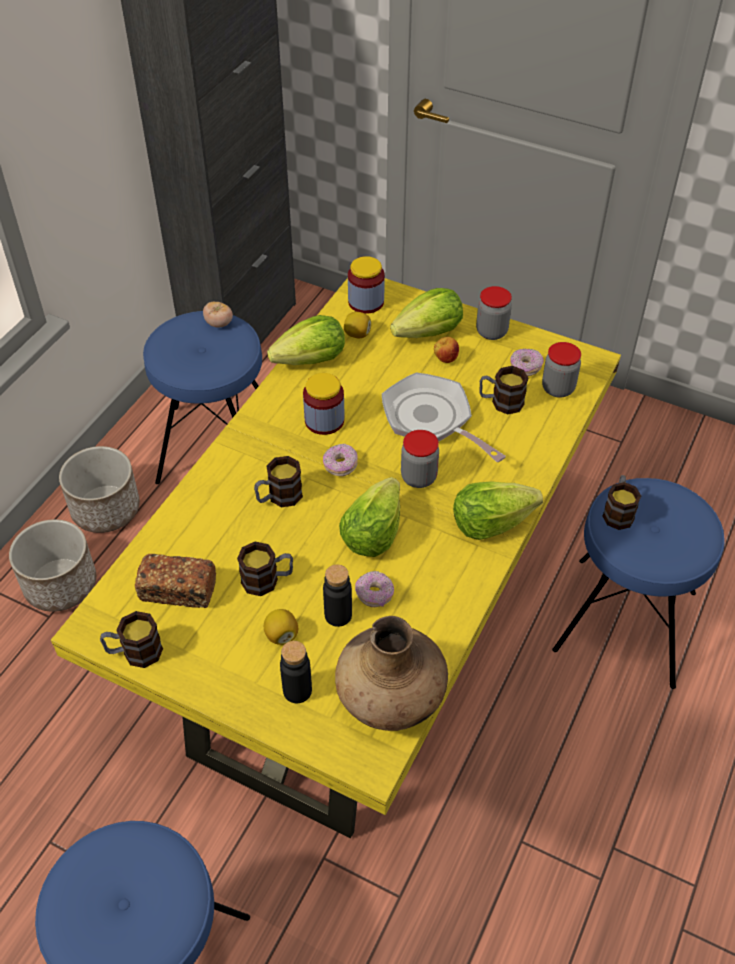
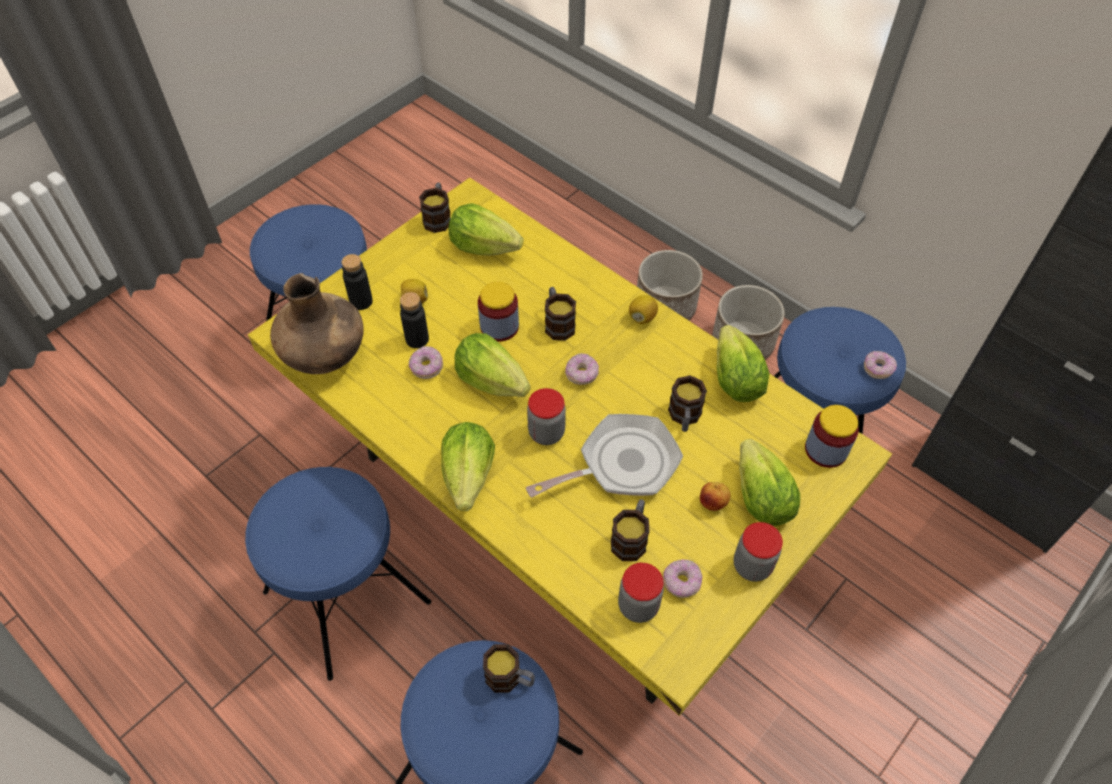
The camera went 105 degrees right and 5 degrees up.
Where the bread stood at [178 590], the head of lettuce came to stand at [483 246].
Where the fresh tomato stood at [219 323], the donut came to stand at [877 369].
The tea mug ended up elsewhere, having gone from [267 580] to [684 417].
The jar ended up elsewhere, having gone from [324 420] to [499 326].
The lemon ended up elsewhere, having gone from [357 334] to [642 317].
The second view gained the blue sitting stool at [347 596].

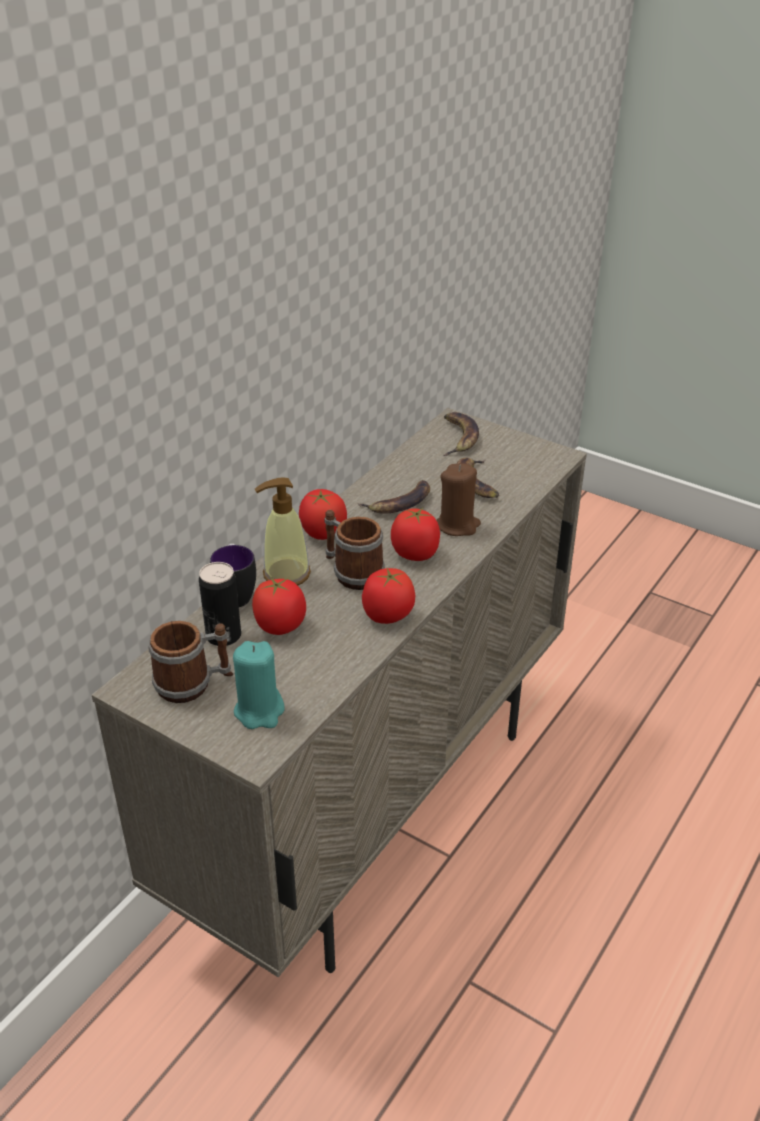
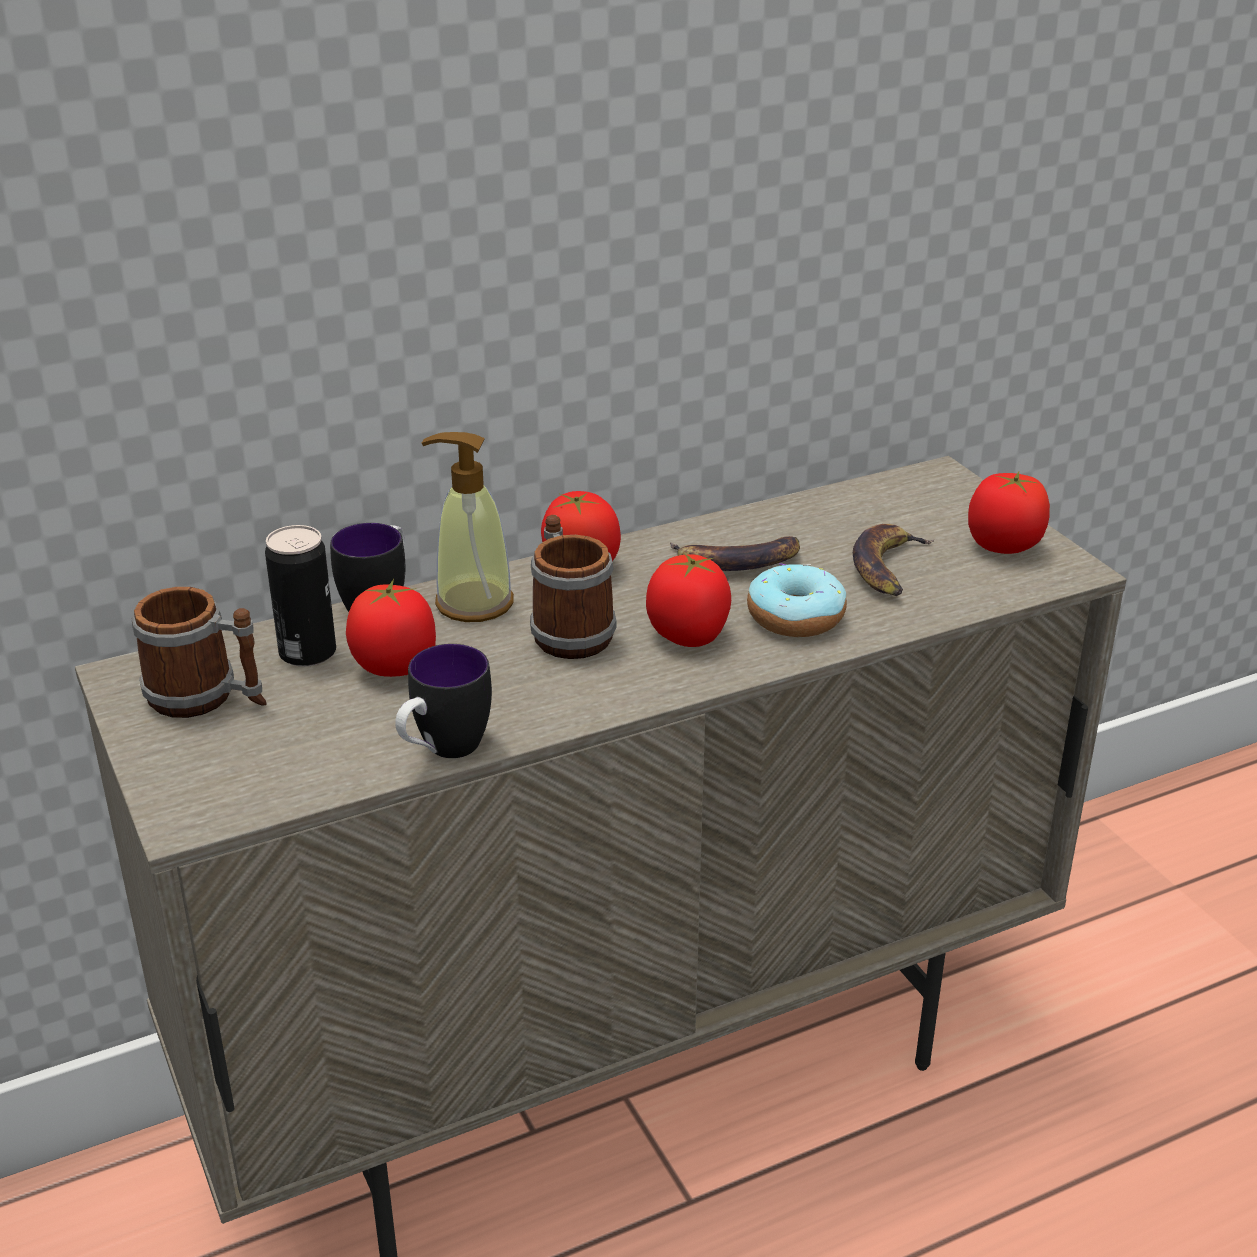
The camera went 30 degrees right and 5 degrees down.
The second view lost the turquoise-coloured wax candle at [259 711].
The fresh tomato ended up elsewhere, having gone from [387 615] to [1003 546].
Where the brown wax candle stood at [457 525], the donut came to stand at [795 617].
The second view lost the banana at [458 437].
The second view gained the tea mug at [443 751].

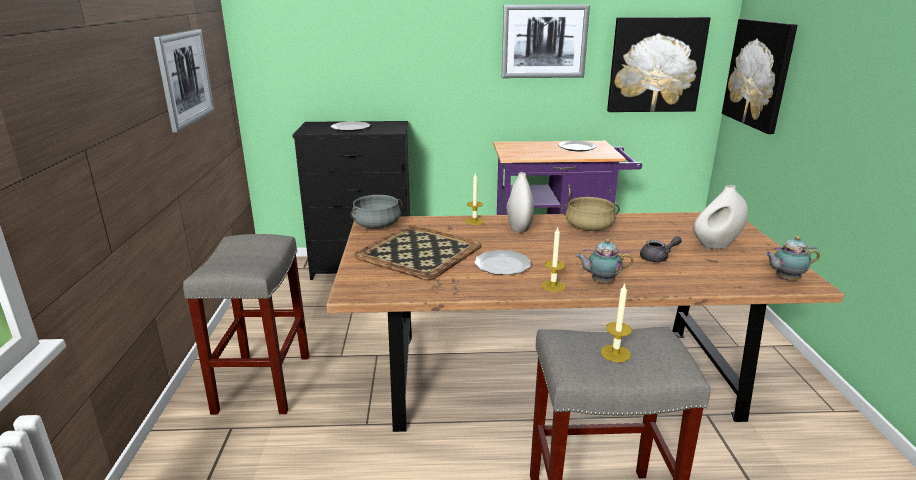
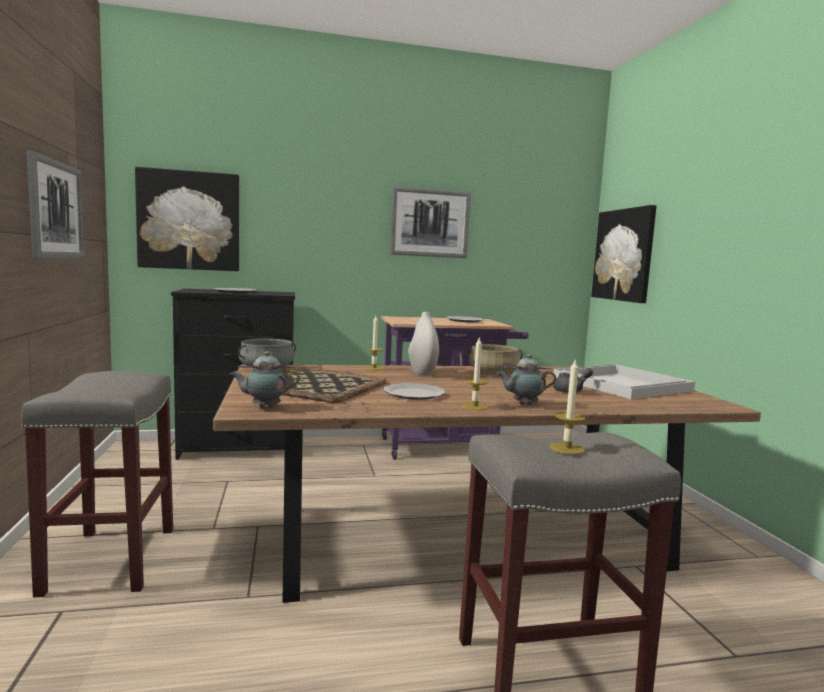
The camera went 10 degrees left and 15 degrees down.
The wall picture ended up elsewhere, having gone from [656 65] to [189 221].
Where the whitish decorative vase stood at [716 245], the whitish tray came to stand at [621 384].
The pot for tea ended up elsewhere, having gone from [785 279] to [264 407].

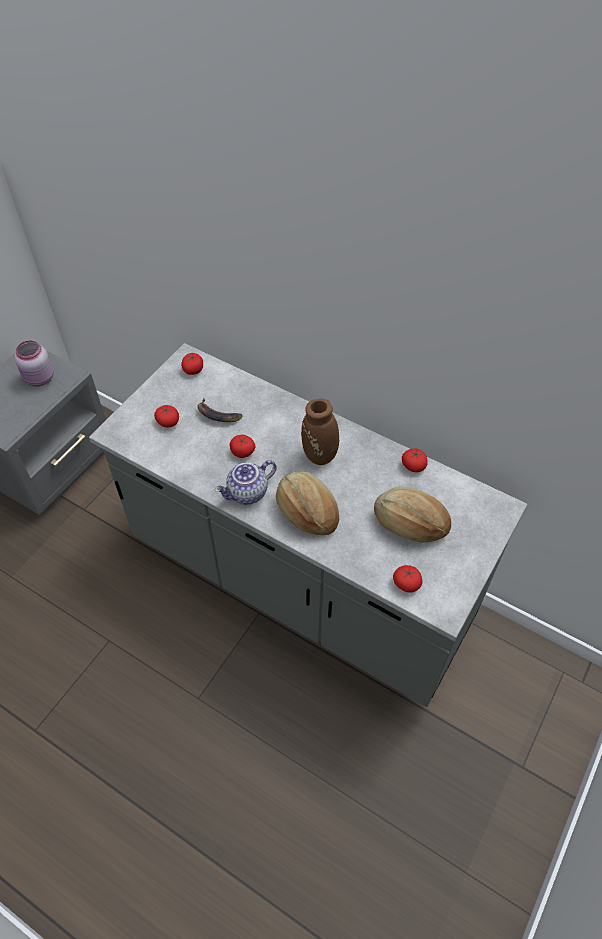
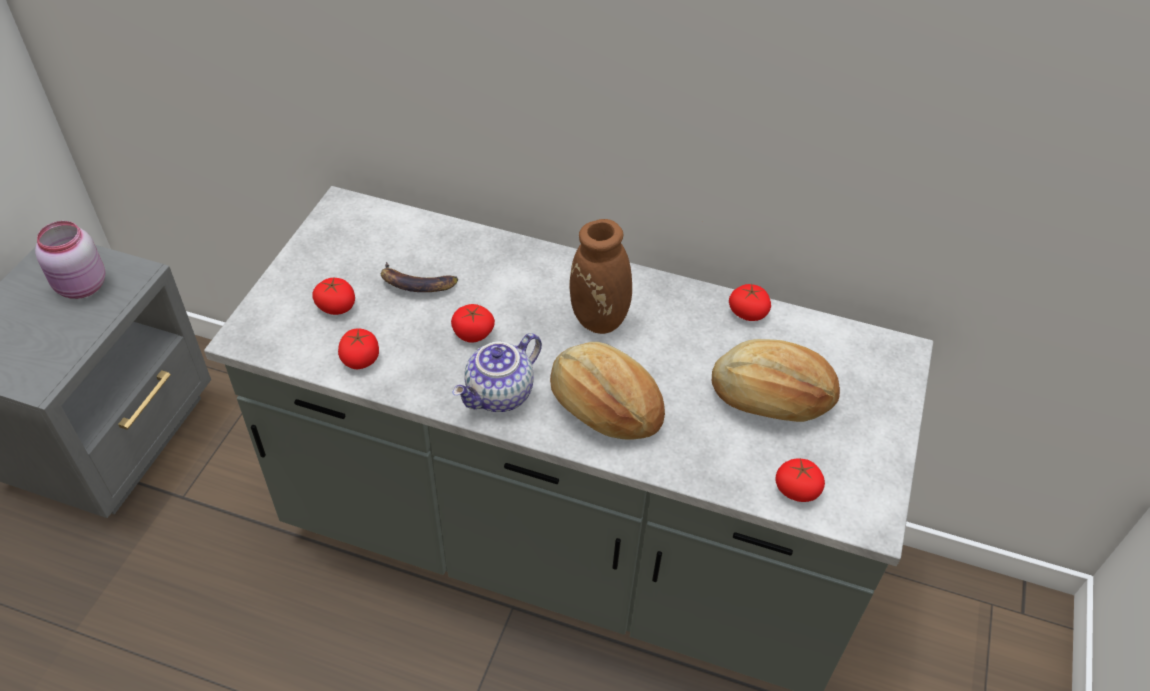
The camera went 15 degrees left and 5 degrees down.
The fresh tomato ended up elsewhere, having gone from [193 369] to [360 358].

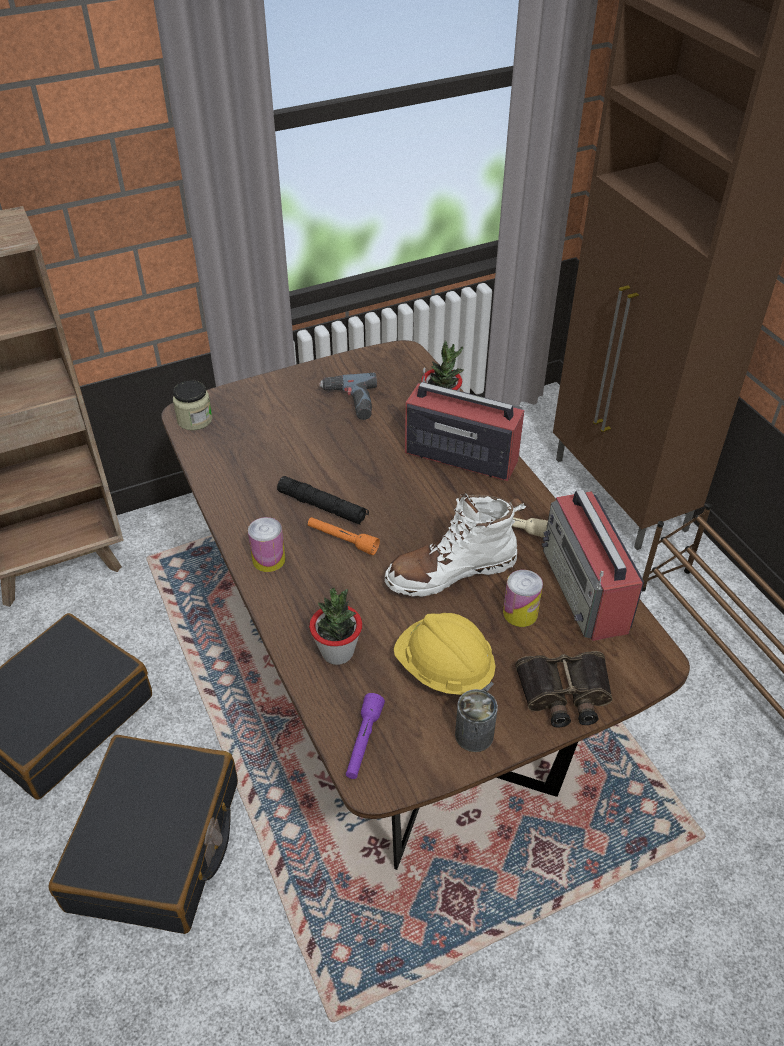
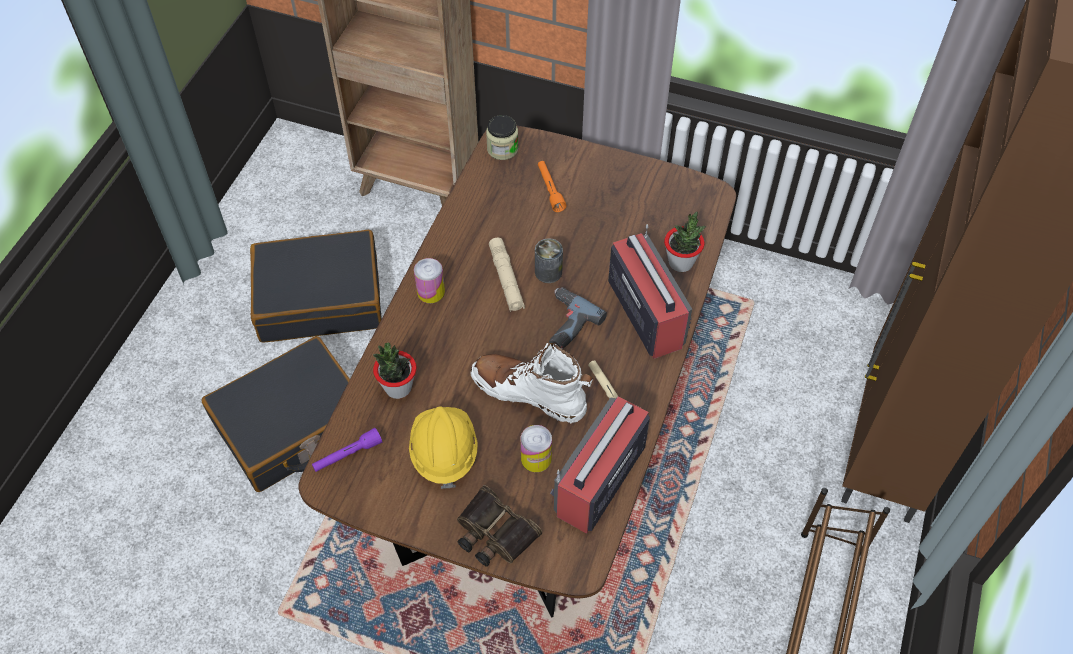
The camera went 45 degrees right and 10 degrees up.
What was the black-coloured torch at [322 506] turned into the sand-coloured torch at [506 279].
The orangey torch ended up elsewhere, having gone from [342 540] to [550 189].
The drill ended up elsewhere, having gone from [350 402] to [564 323].
The sealed can ended up elsewhere, having gone from [474 735] to [548 272].

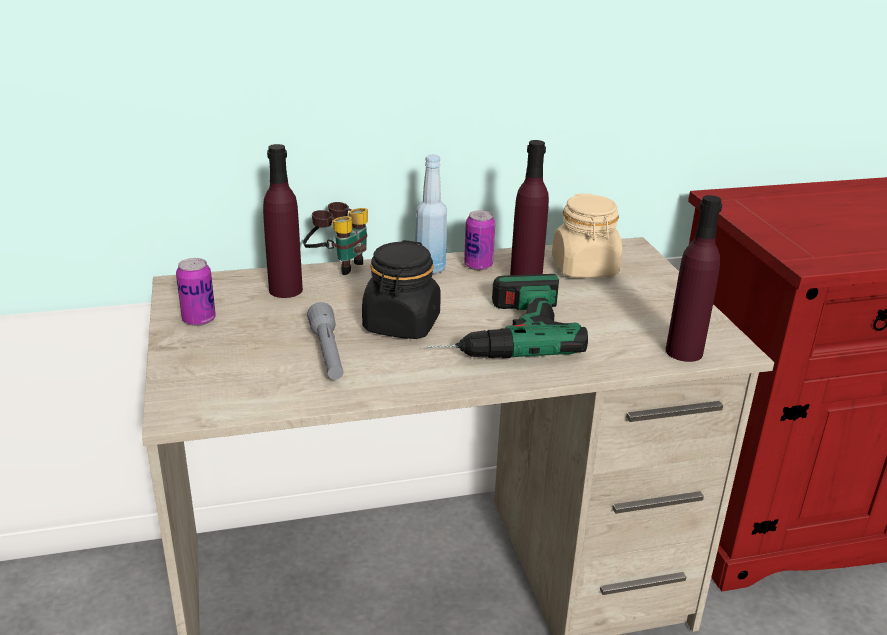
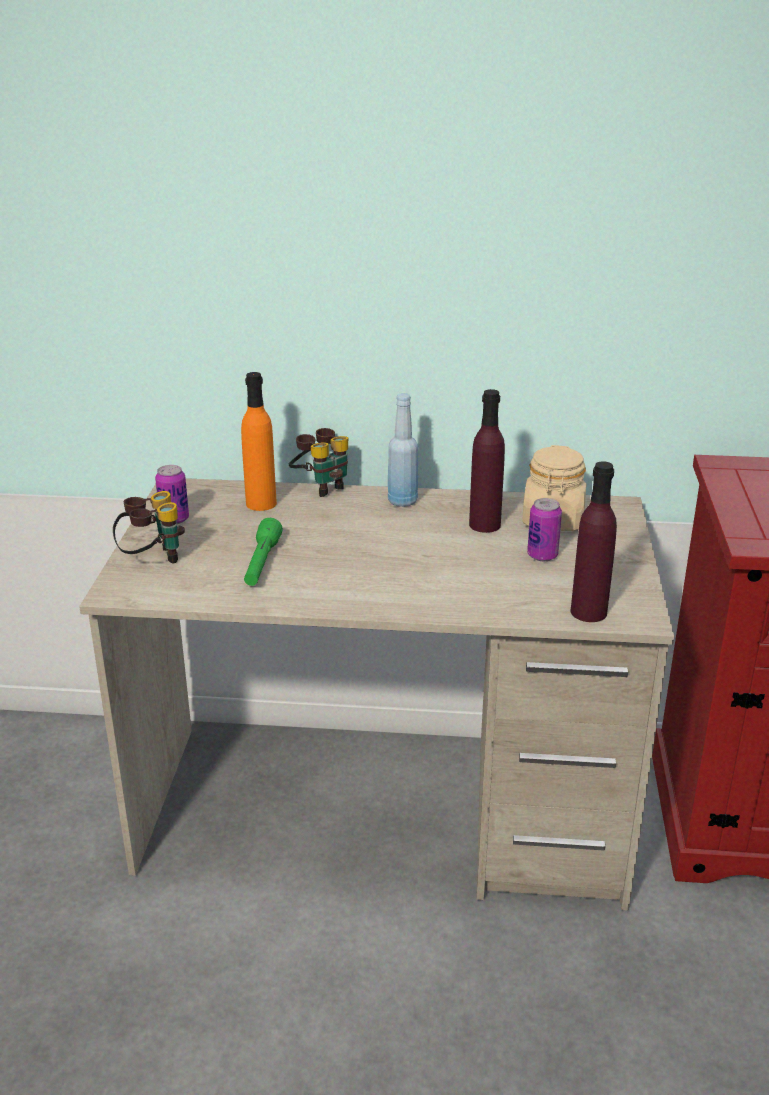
The camera went 20 degrees right and 0 degrees up.
What was the purple beverage bottle at [285 290] turned into the orangey beverage bottle at [261 503].
What was the greyish torch at [328 353] turned into the greenish torch at [261 563].
The second view lost the black-coloured jar at [401 325].
The second view lost the drill at [497 331].
The sealed can ended up elsewhere, having gone from [478 265] to [542 555].
The second view gained the binoculars at [152 559].

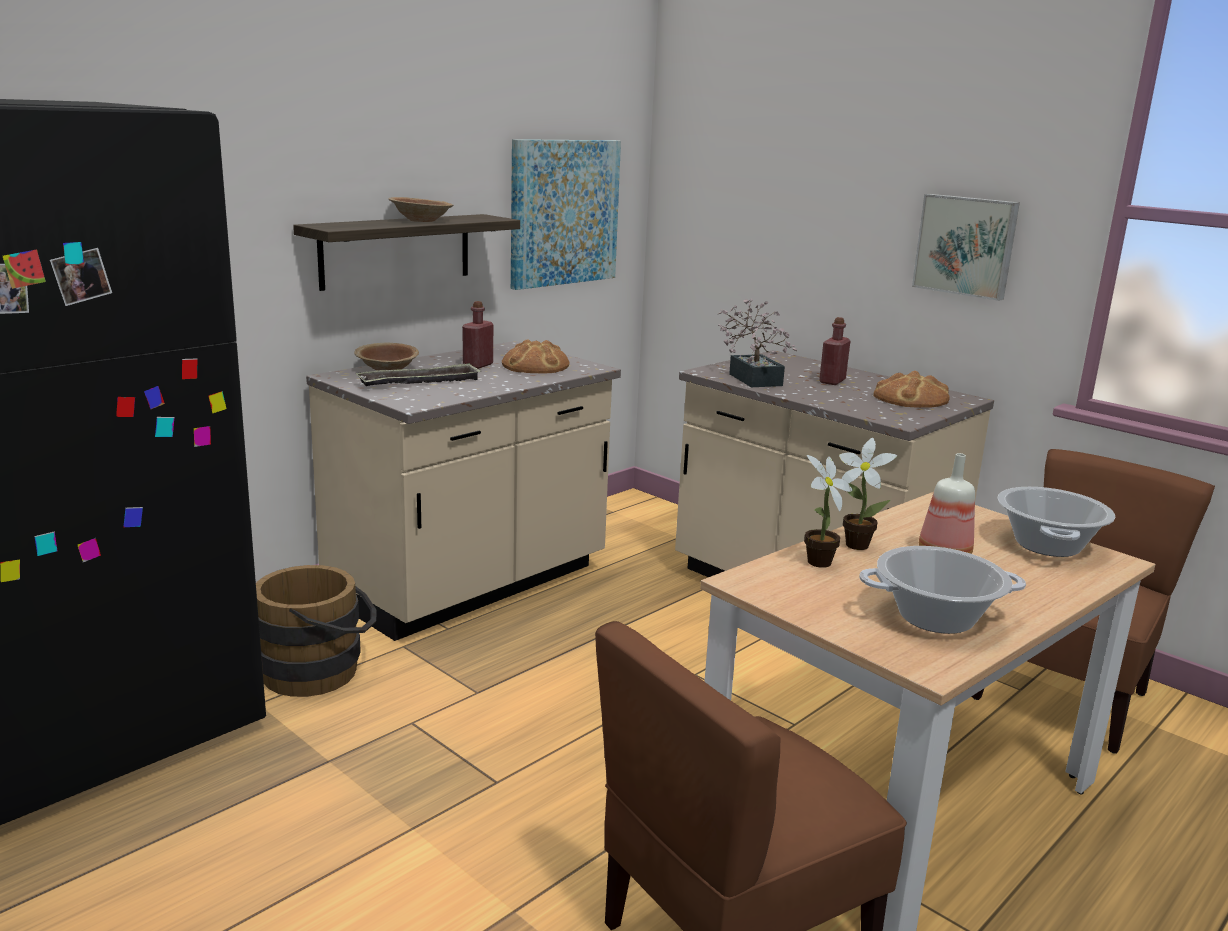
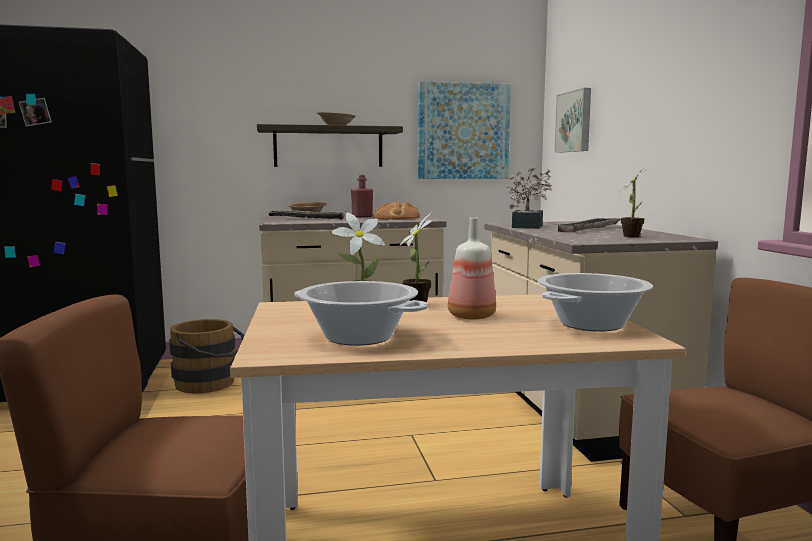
The camera went 35 degrees right and 10 degrees down.
Where the reddish beverage bottle stood at [832 381], the tray came to stand at [589 229].
Where the bread stood at [910 398], the plant in a pot came to stand at [632 236].
The wall picture ended up elsewhere, having gone from [966 245] to [575 121].

